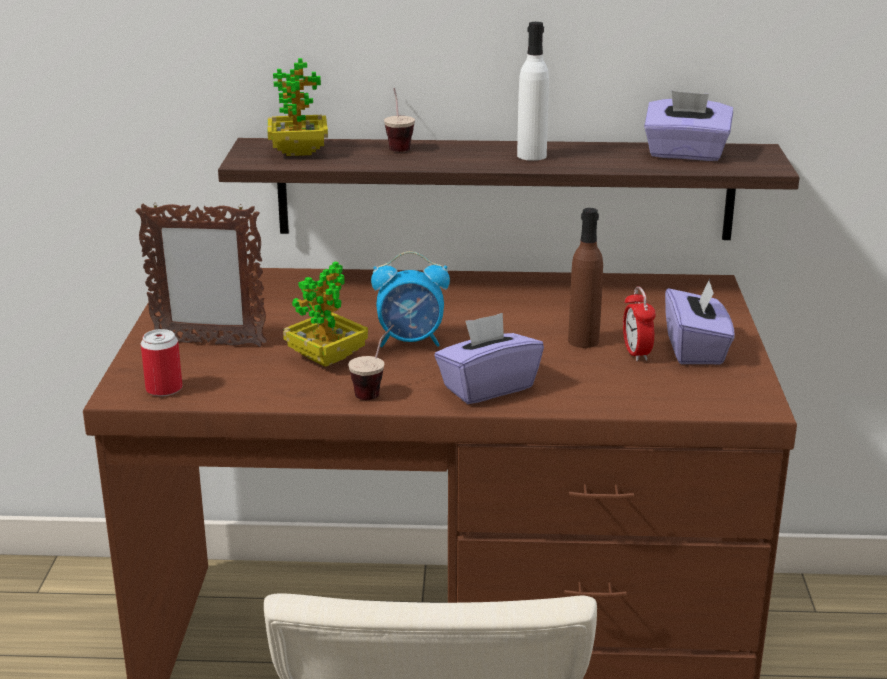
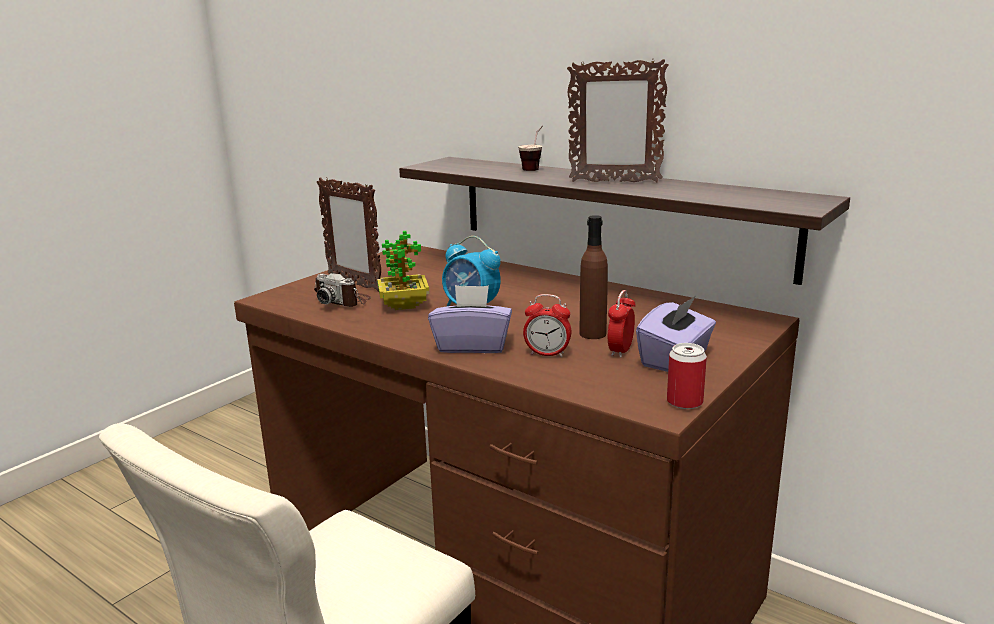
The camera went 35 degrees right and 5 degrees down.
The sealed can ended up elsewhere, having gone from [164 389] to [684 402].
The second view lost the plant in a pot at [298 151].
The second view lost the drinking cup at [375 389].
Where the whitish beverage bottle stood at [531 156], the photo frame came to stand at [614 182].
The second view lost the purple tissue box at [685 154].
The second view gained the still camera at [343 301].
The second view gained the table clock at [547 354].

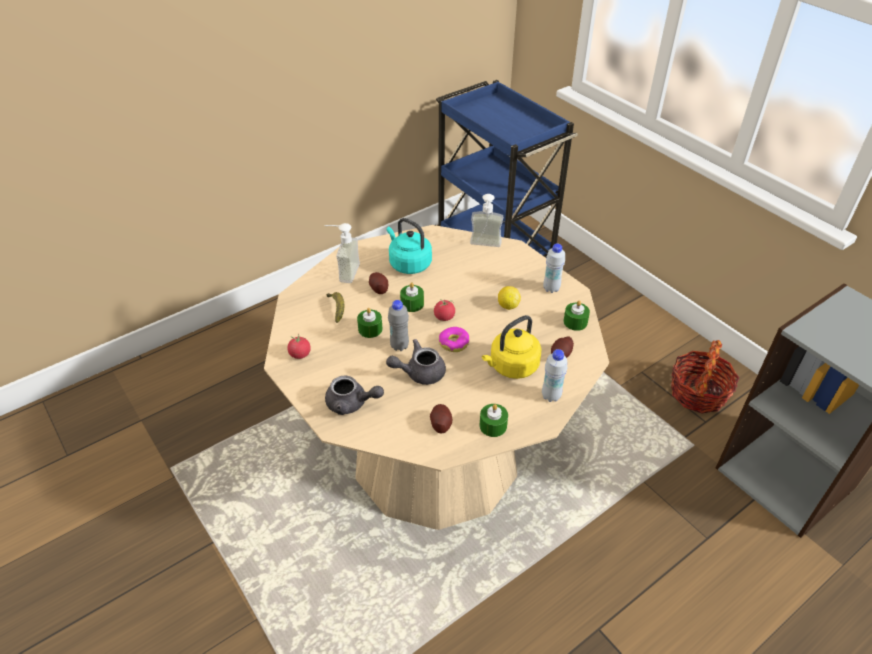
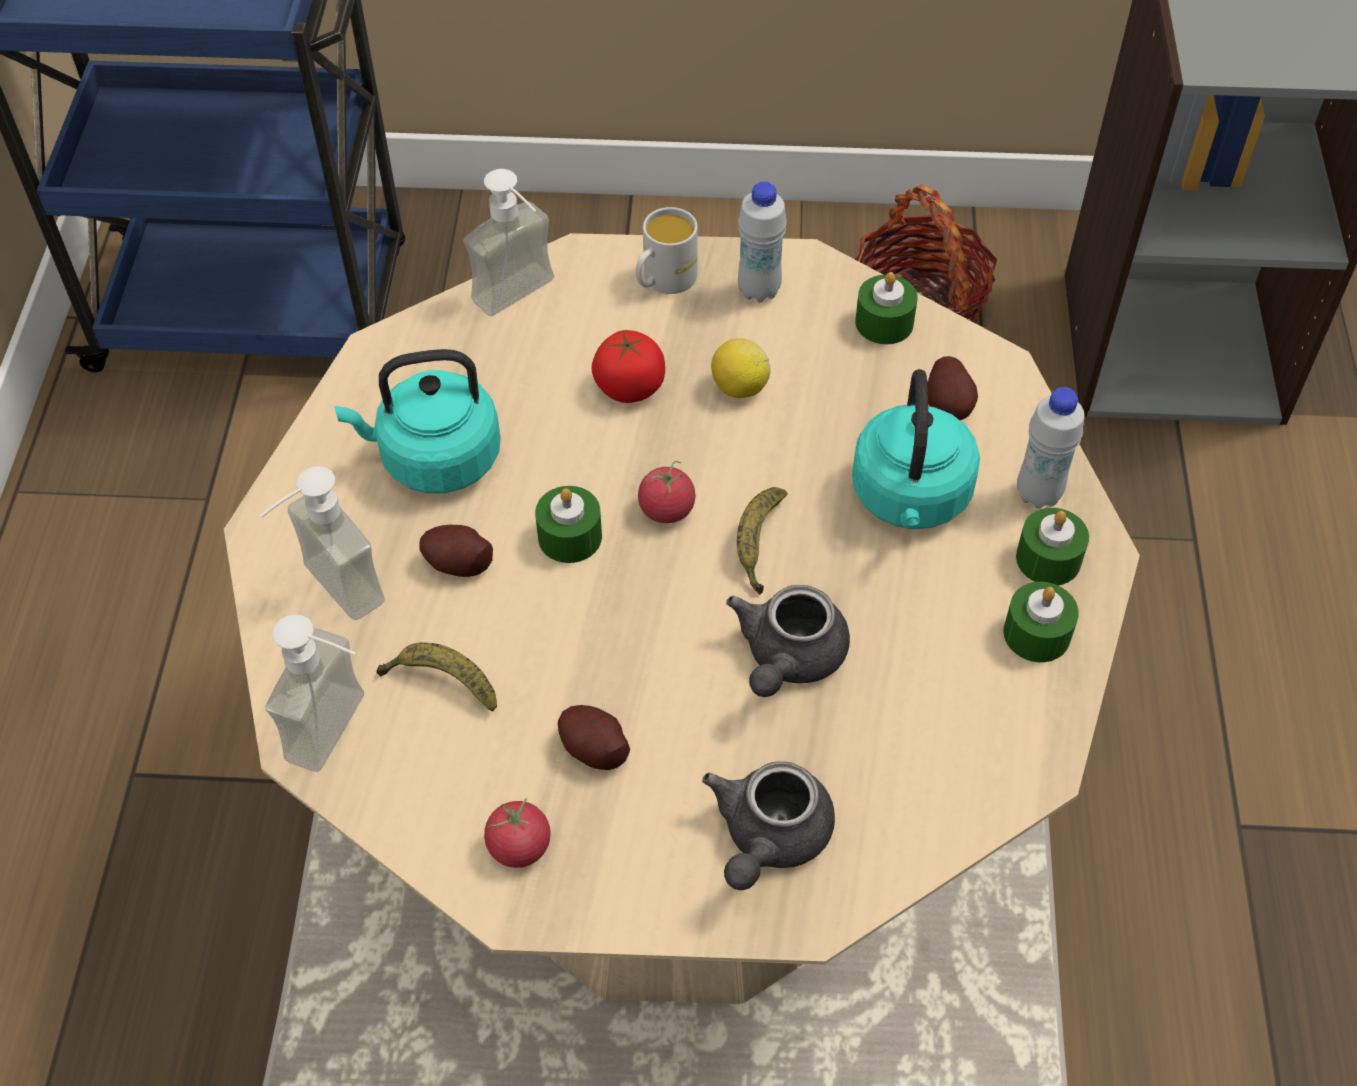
The camera went 50 degrees left and 10 degrees up.
The greyish pot for tea at [351 404] ended up facing another way, 150 degrees clockwise from before.
The greenish wax candle ended up elsewhere, having gone from [370 329] to [1048 559].
The second view lost the greyish beverage bottle at [399 346].
The potato ended up elsewhere, having gone from [440 424] to [594 749].
Where the donut stood at [454 343], the banana came to stand at [758 544].
What was the yellow-coloured tea kettle at [511 367] turned into the turquoise-coloured tea kettle at [910 499].
The second view gained the soap bottle at [344 734].
The second view gained the fresh tomato at [630 386].
The second view gained the whitish tea mug at [663 281].

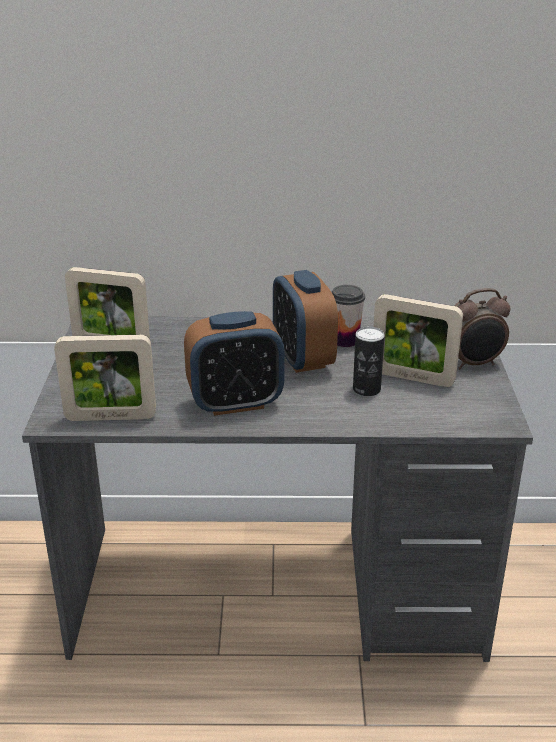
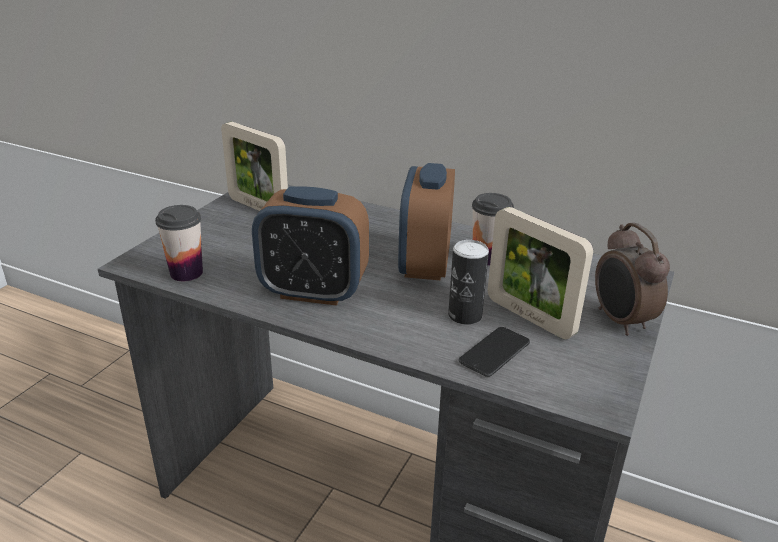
The camera went 25 degrees right and 0 degrees up.
Where the photo frame stood at [110 417], the drinking cup came to stand at [186 273].
The table clock at [474 364] ended up facing another way, 60 degrees clockwise from before.
The second view gained the phone at [494 352].

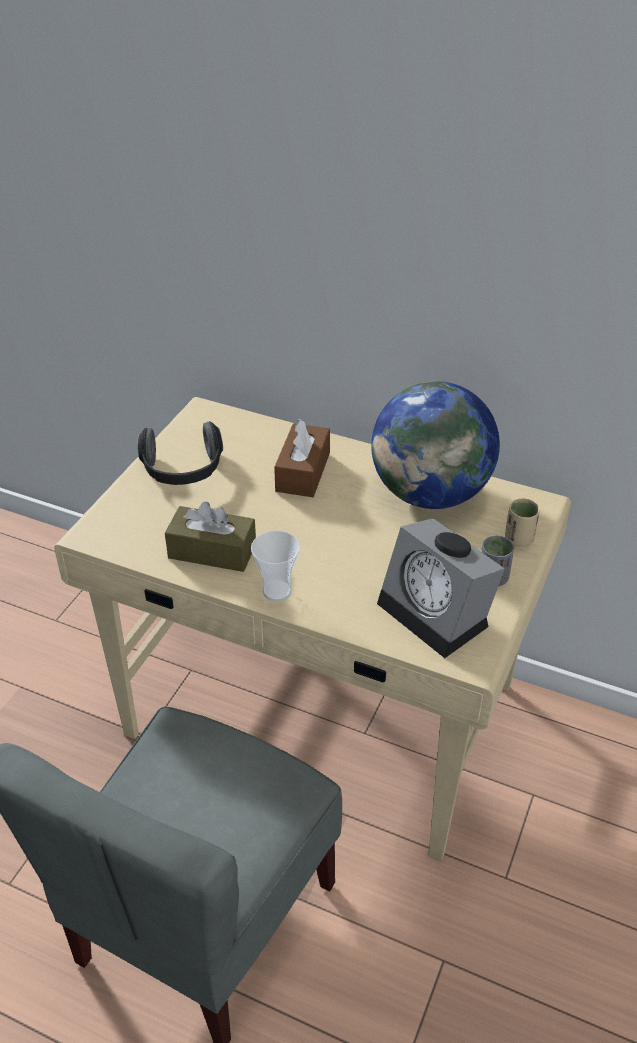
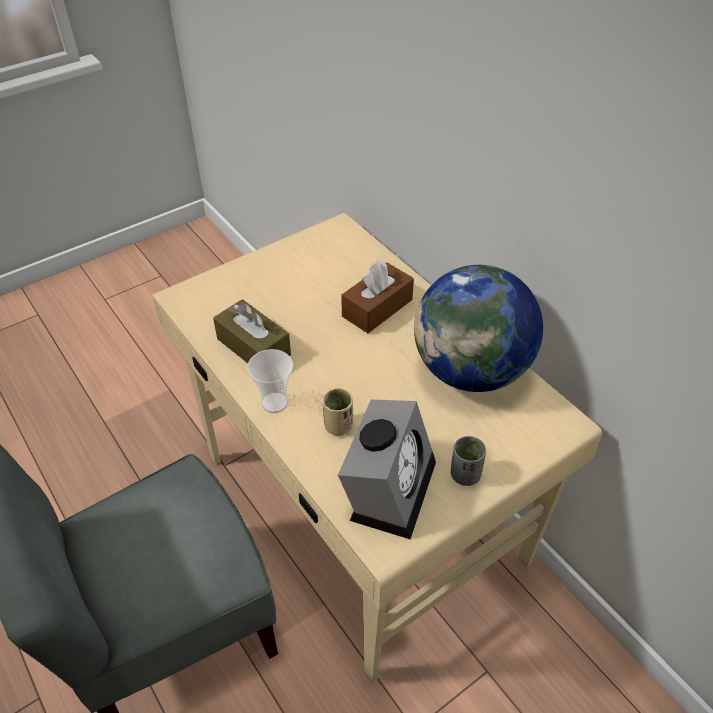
The camera went 30 degrees right and 5 degrees up.
The second view lost the headset at [183 471].
The table clock at [438 614] ended up facing another way, 150 degrees counterclockwise from before.
The sand-coloured drinking cup ended up elsewhere, having gone from [518 539] to [338 426].

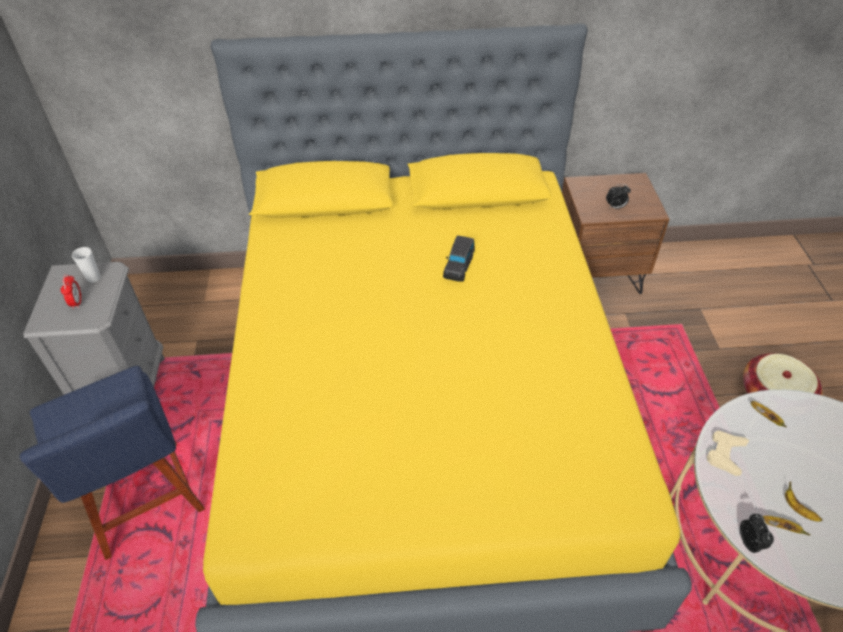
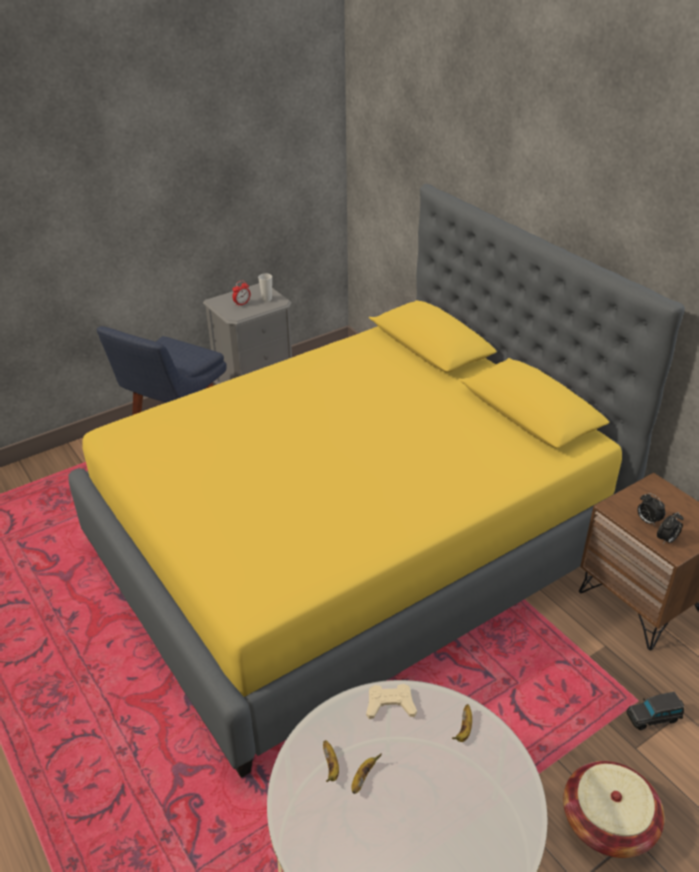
The camera went 60 degrees right and 10 degrees down.
The black-coloured model car ended up elsewhere, having gone from [459 266] to [654 717].
The table clock ended up elsewhere, having gone from [750 542] to [667 540].

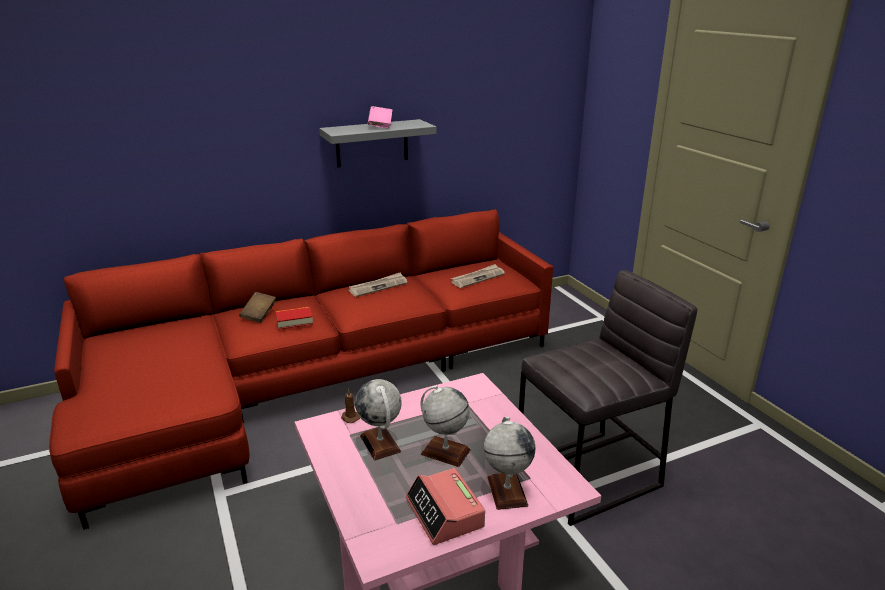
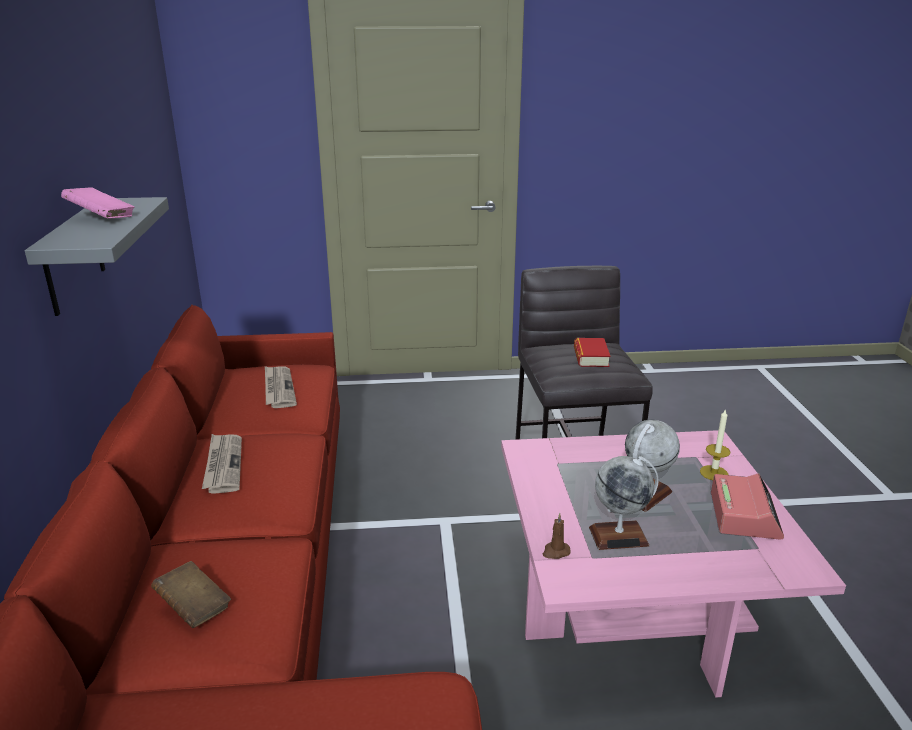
The camera went 70 degrees left and 0 degrees up.
The book ended up elsewhere, having gone from [294 321] to [591 357].
The table clock at [445 513] ended up facing another way, 75 degrees counterclockwise from before.
Where the desk globe stood at [507 491], the wax candle came to stand at [714 473].

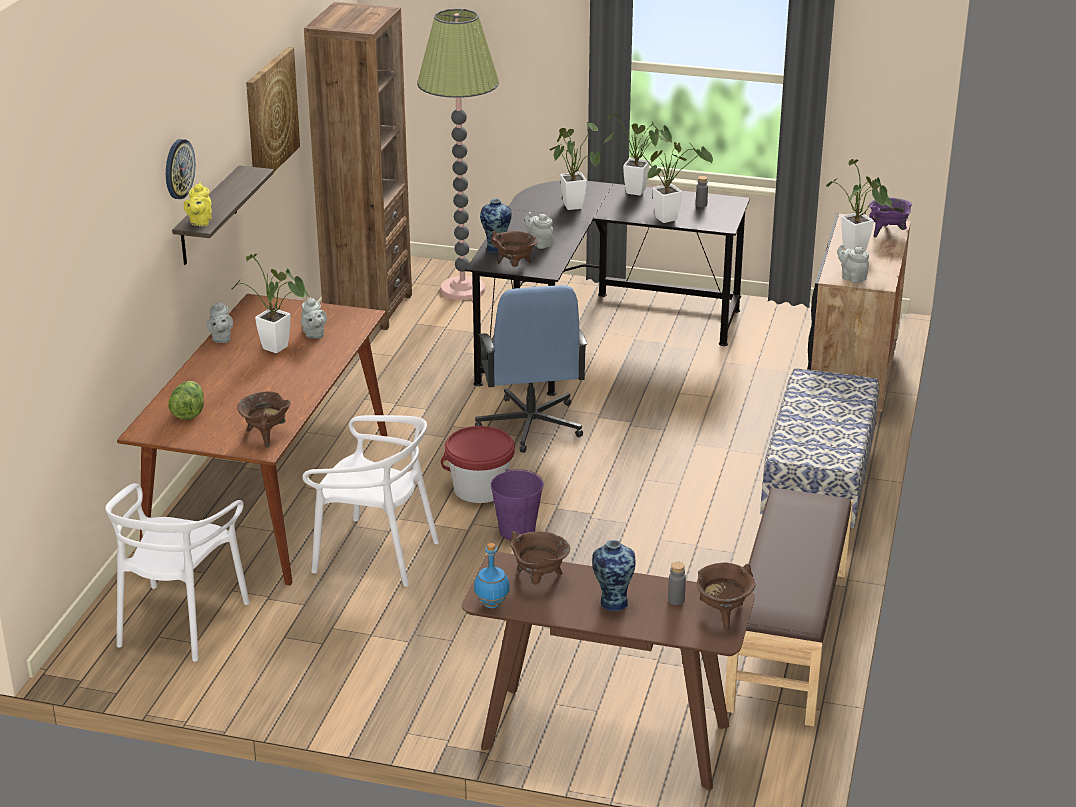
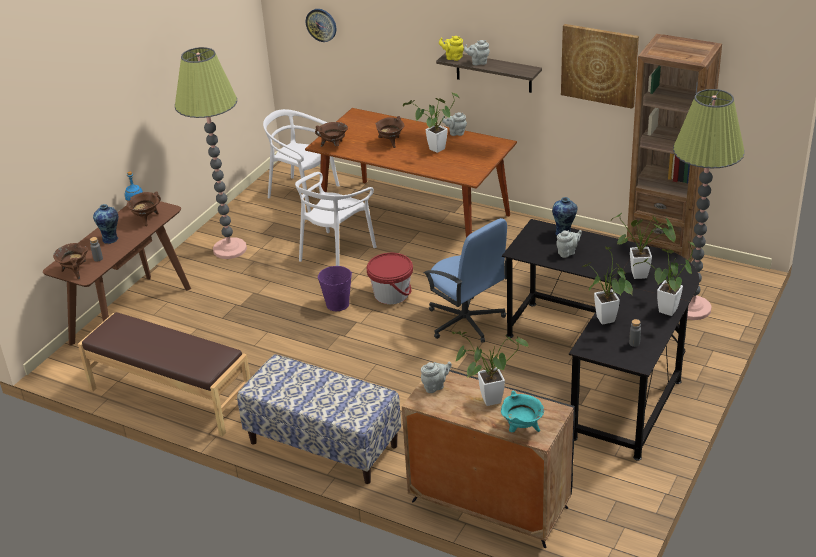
The camera went 105 degrees right and 5 degrees up.
The clock on the wall ended up elsewhere, having gone from [178 169] to [321 25].
The second view lost the head of lettuce at [189 412].
The greyish pot for tea ended up elsewhere, having gone from [314 334] to [478 62].
The blue office chair at [530 425] ended up facing another way, 135 degrees counterclockwise from before.
The brown stockpot ended up elsewhere, having gone from [514 266] to [391 142].
What was the purple stockpot at [888 232] turned into the turquoise-coloured stockpot at [522 429].
The second view gained the floor lamp at [229 249].

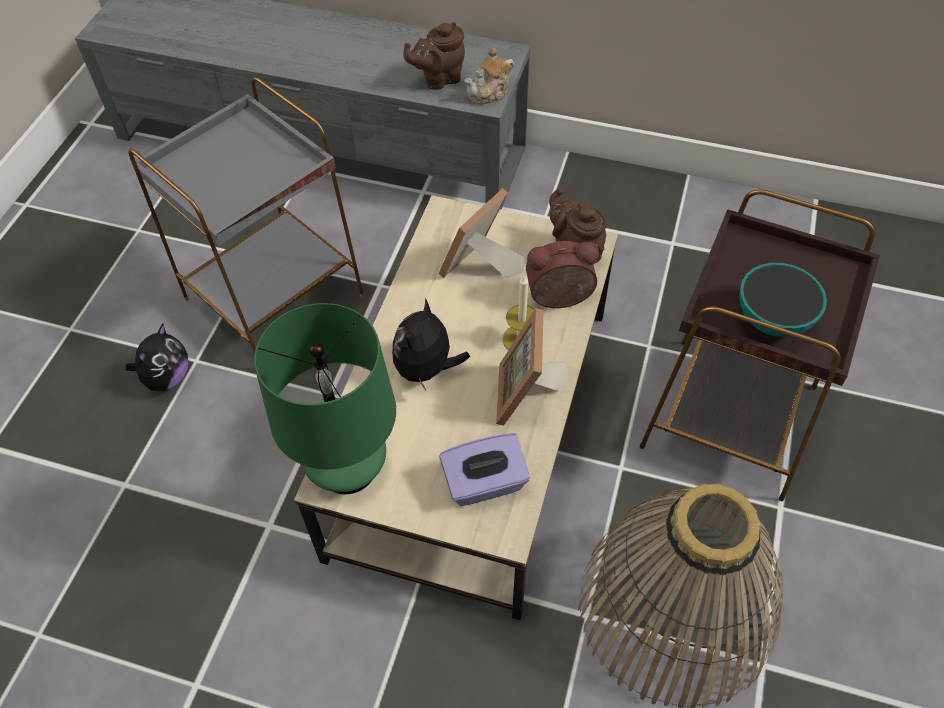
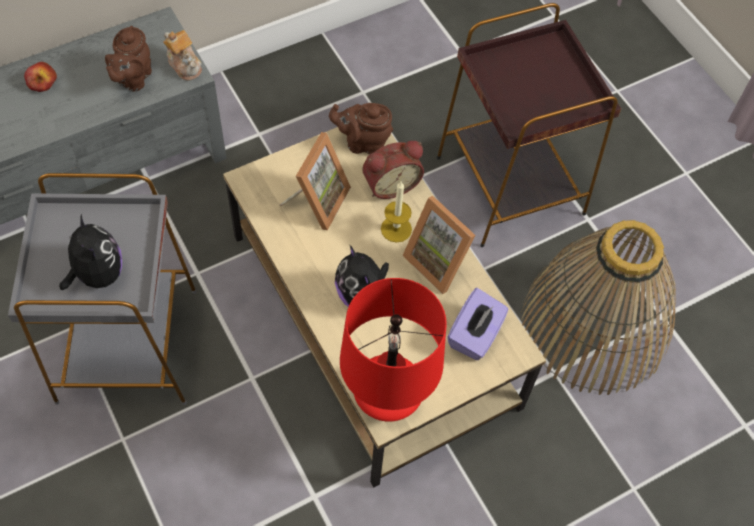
The camera went 50 degrees left and 5 degrees up.
The cuddly toy ended up elsewhere, having gone from [167 378] to [97 274].
What was the greenish table lamp at [347 468] turned into the reddish table lamp at [387 398].
The photo frame at [480 268] ended up facing another way, 150 degrees counterclockwise from before.
The pot for tea at [490 93] ended up facing another way, 45 degrees counterclockwise from before.
The table clock at [559 299] ended up facing another way, 150 degrees counterclockwise from before.
The second view lost the bowl at [772 320].
The second view gained the apple fruit at [42 82].

